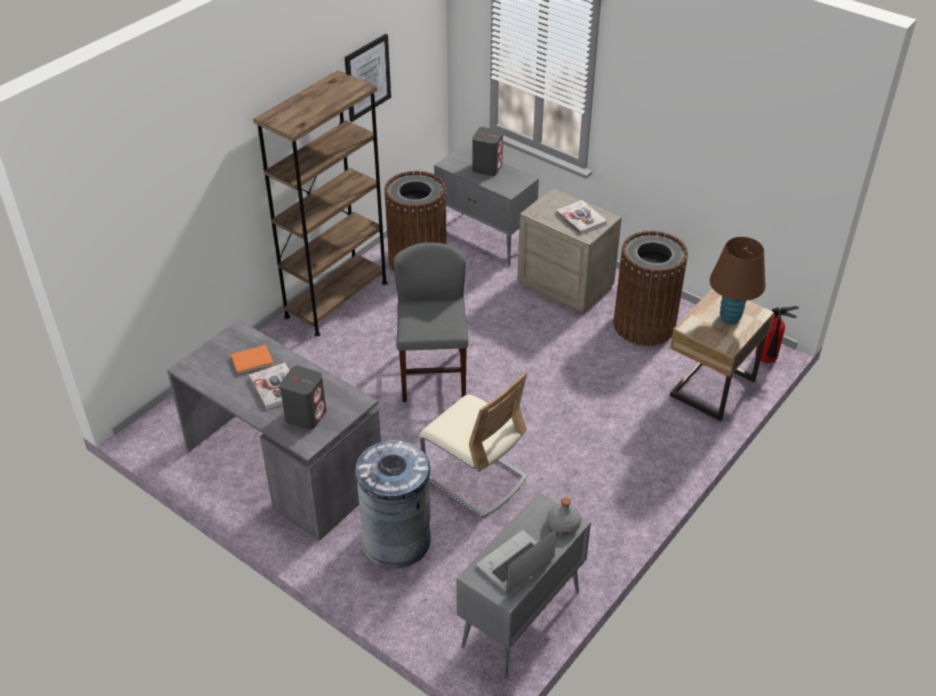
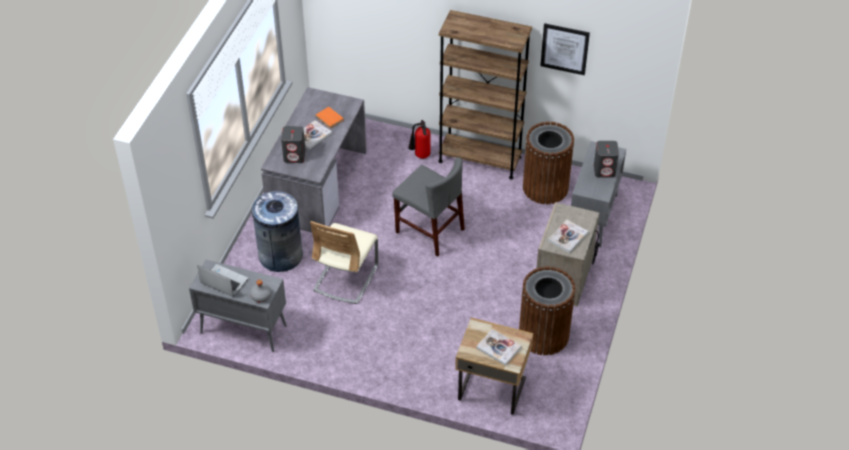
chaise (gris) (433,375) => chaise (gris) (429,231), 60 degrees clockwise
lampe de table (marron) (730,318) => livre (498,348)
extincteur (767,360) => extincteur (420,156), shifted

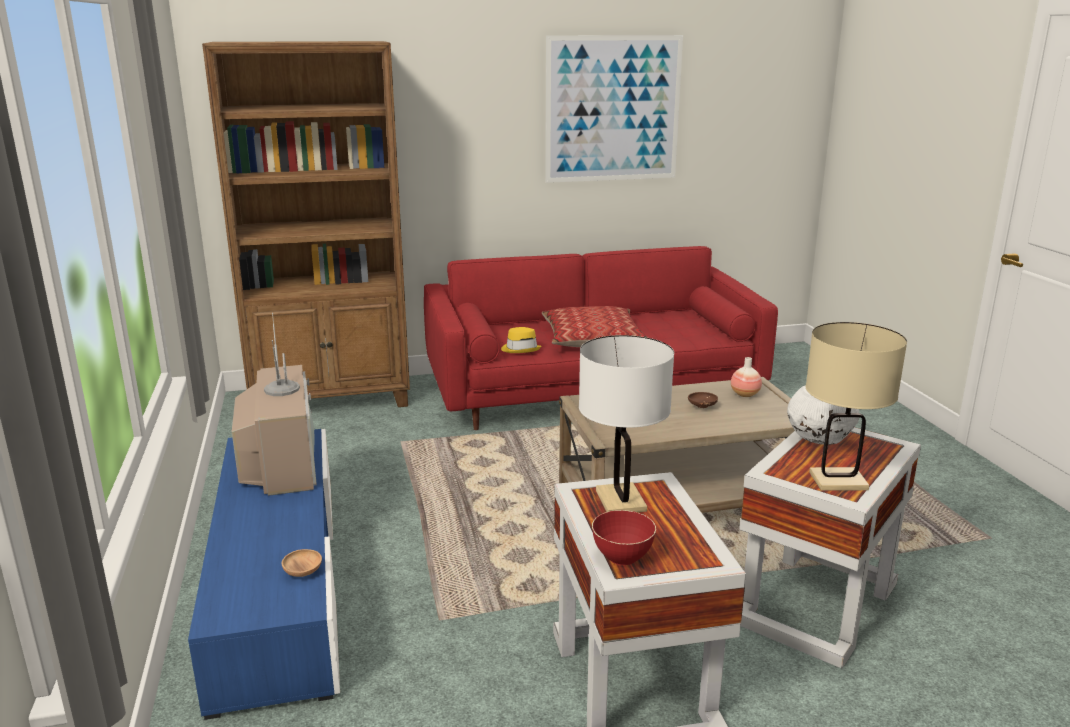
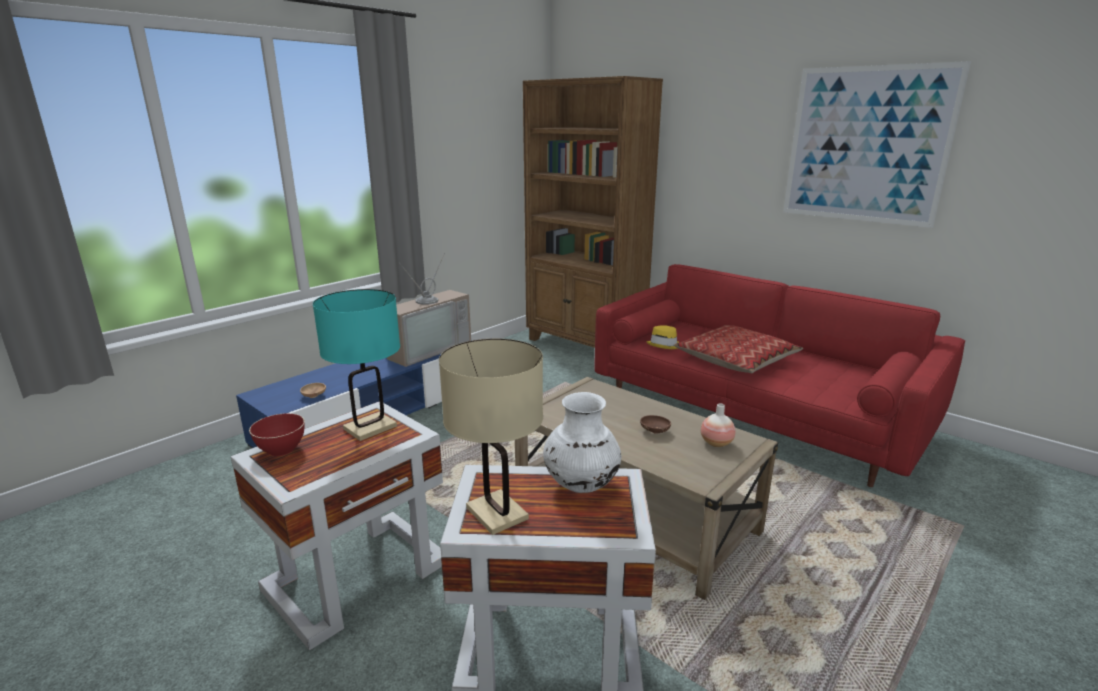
lampe de table (blanc) (620,500) => lampe de table (turquoise) (370,427)

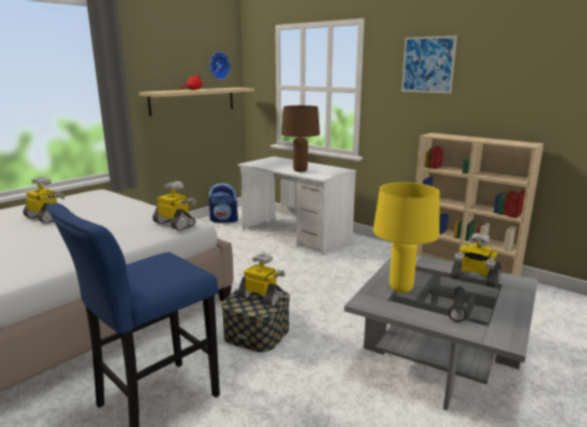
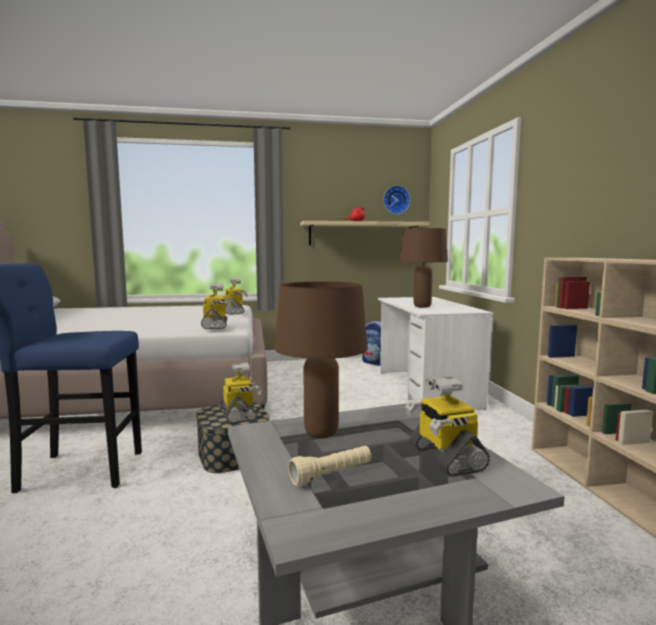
robot jouet (45,218) => robot jouet (234,312), shifted
lampe de table (jaune) (400,288) => lampe de table (marron) (320,433)
tableau (428,65) => nothing
lampe de poche (noir) (457,309) => lampe de poche (beige) (331,475)

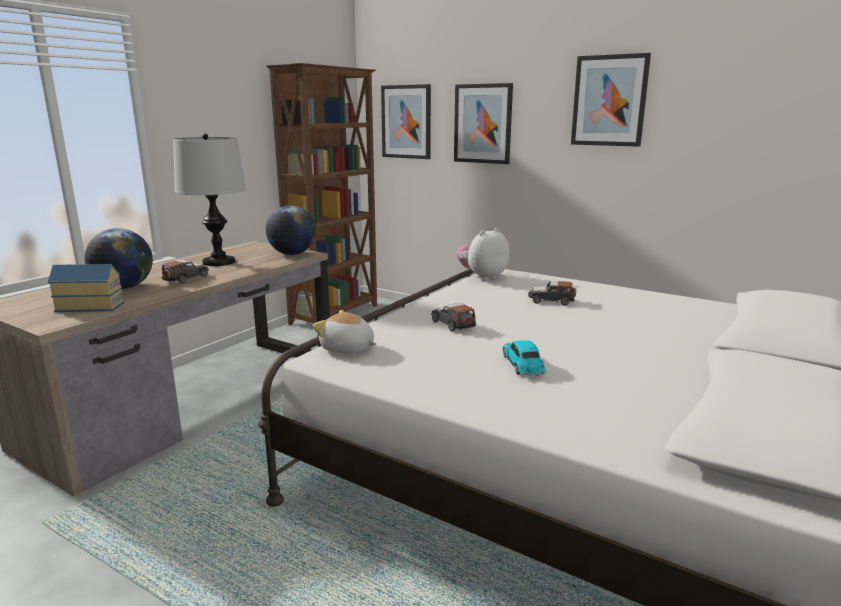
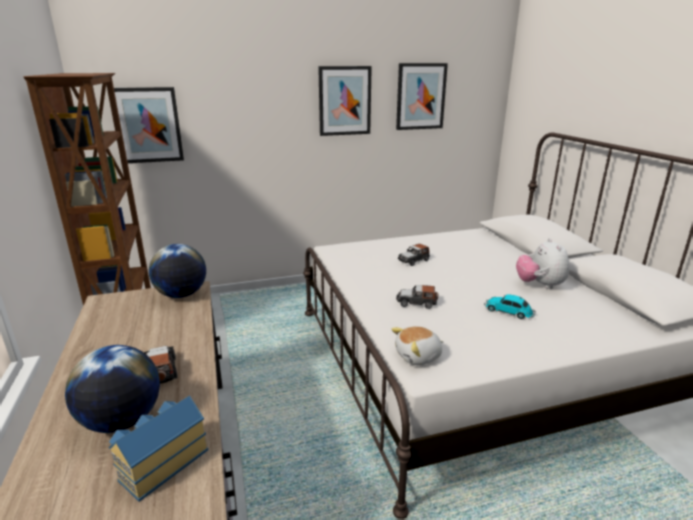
lampe de table (219,262) => nothing
tableau (483,124) => tableau (420,96), shifted
peluche (482,277) => peluche (539,285), shifted

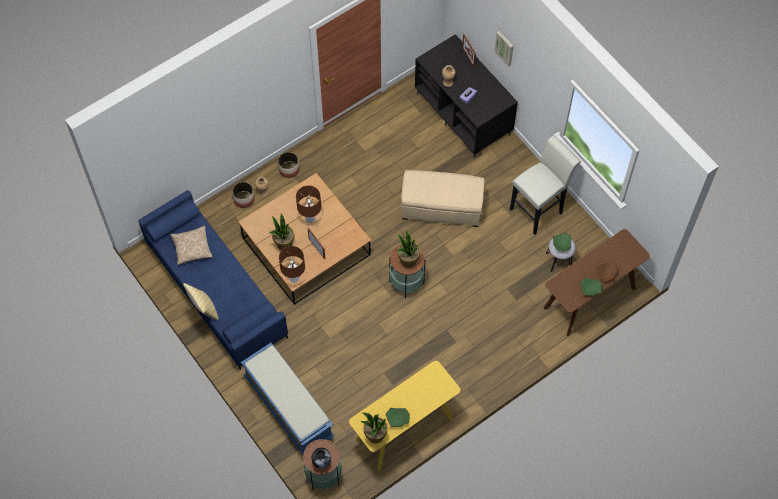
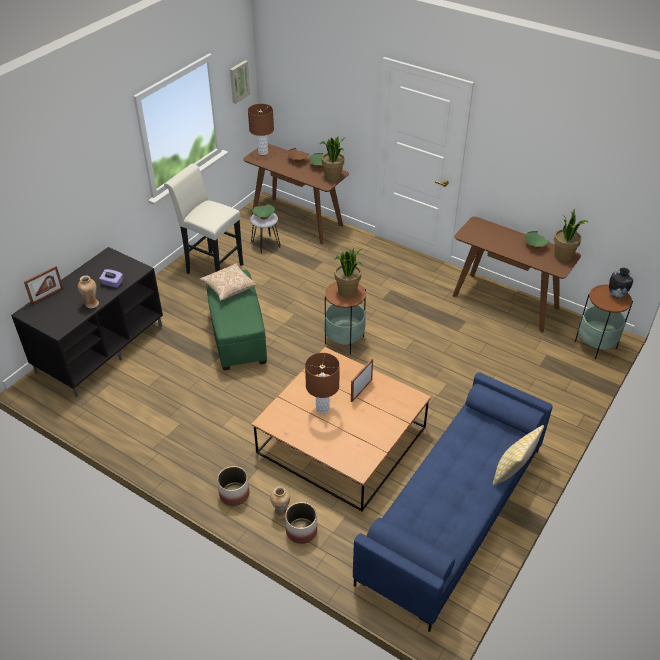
coussin (192,248) => coussin (229,288), shifted
banc (bleu) (288,407) => nothing
plante en pot (284,244) => plante en pot (333,177), shifted
lampe de table (marron) (294,278) => lampe de table (marron) (263,152), shifted
table console (jaune) (404,429) => table console (marron) (505,302)
pouf (beige) (442,208) => pouf (vert) (237,336)
tableau (505,48) => tableau (238,81), shifted

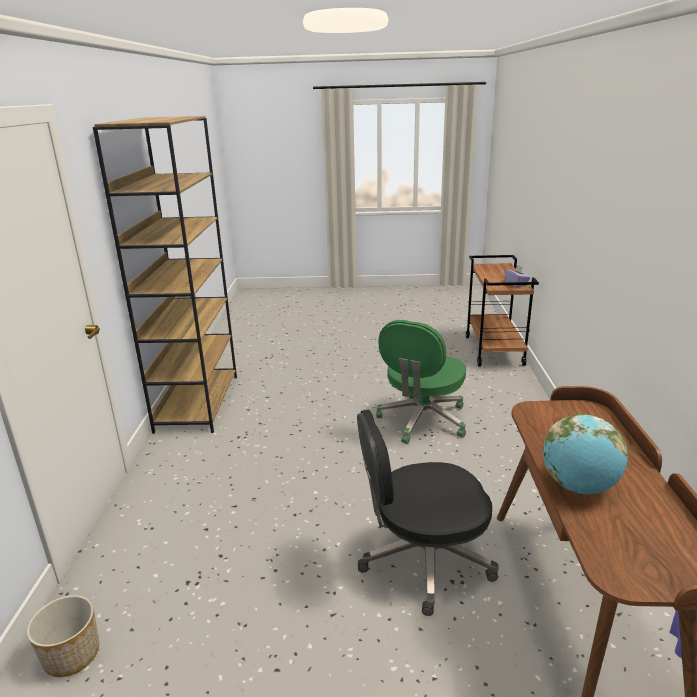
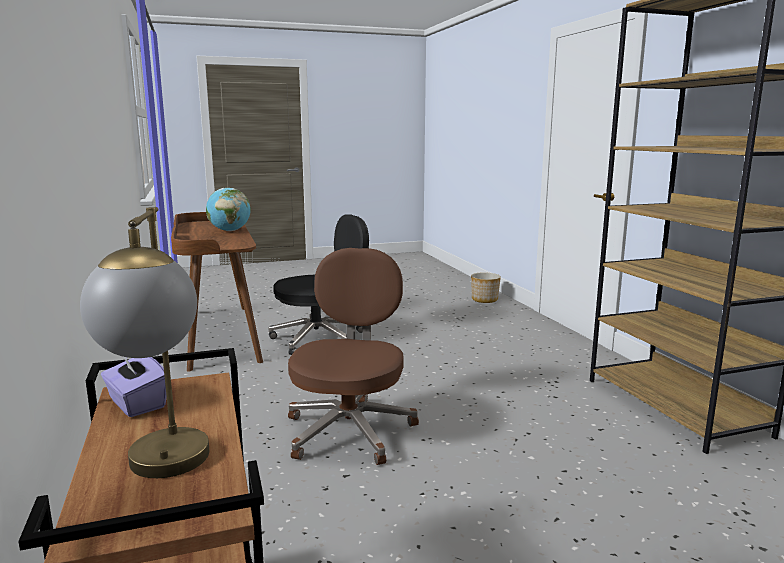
chaise de bureau (vert) (422,420) => chaise de bureau (marron) (350,429)
nothing => lampe de table (165,473)

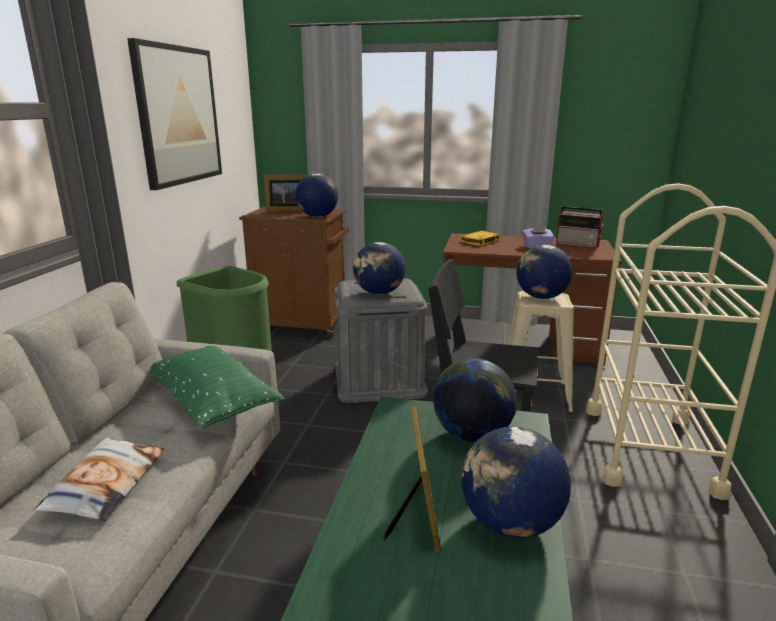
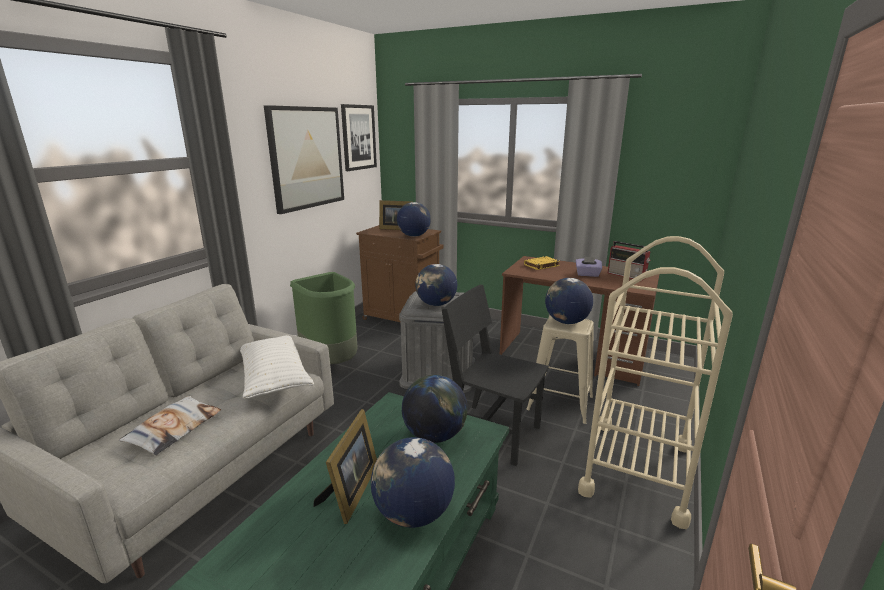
coussin (vert) (212,401) => coussin (blanc) (275,378)
nothing => tableau (358,137)

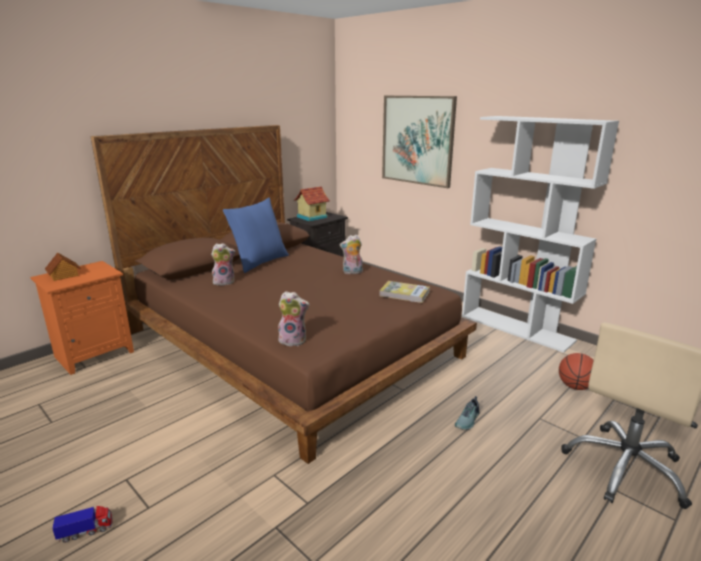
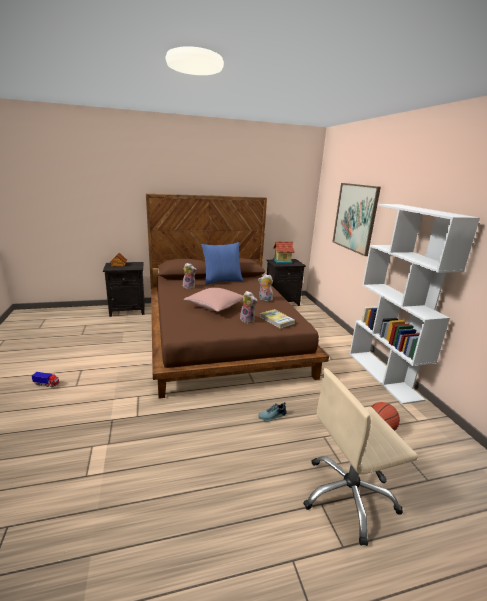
table de chevet (orange) (95,353) => table de chevet (noir) (128,310)
peluche (293,340) => peluche (248,320), shifted
nothing => coussin (rose) (215,306)

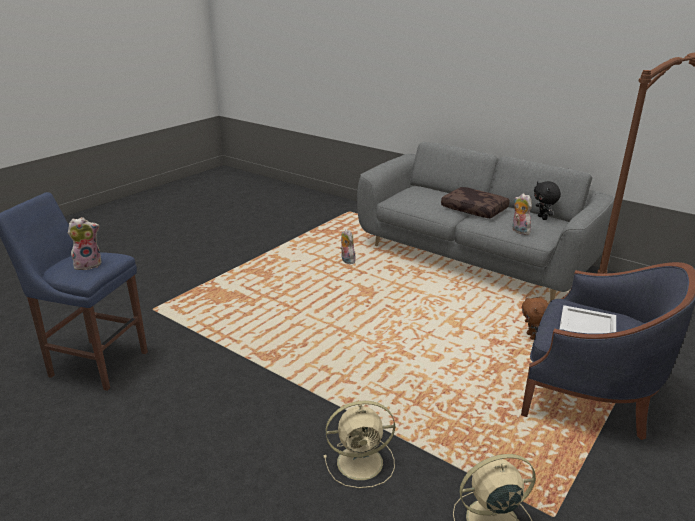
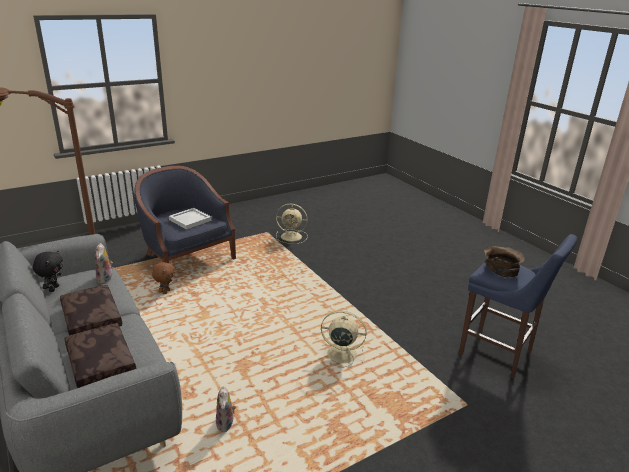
peluche (89,264) => bol (marron) (501,268)
ventilateur (beige) (362,462) => ventilateur (beige) (340,354), shifted
nothing => coussin (marron) (99,363)

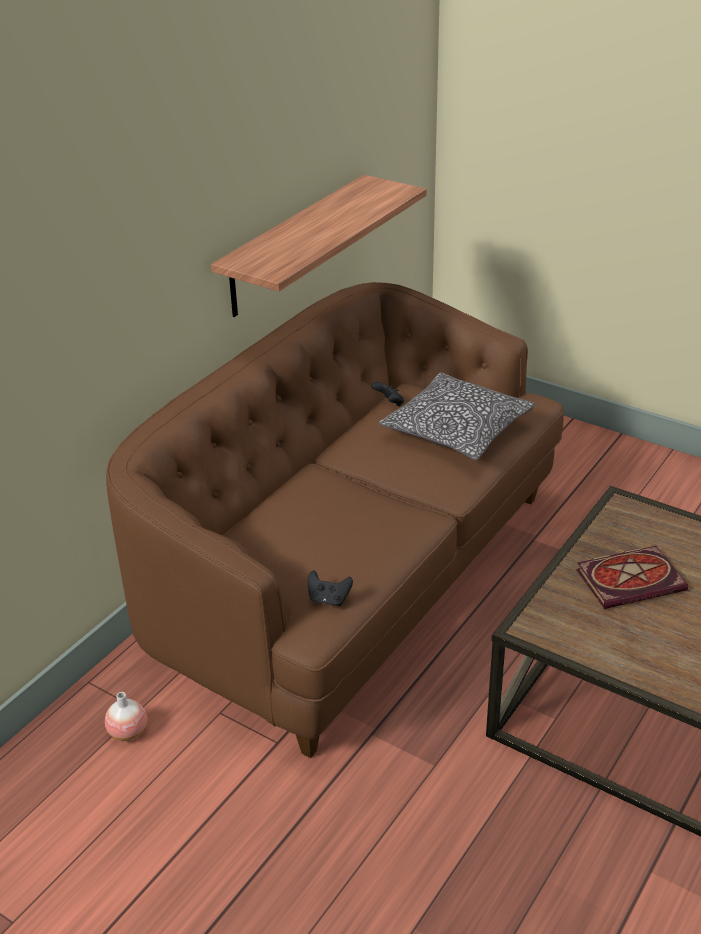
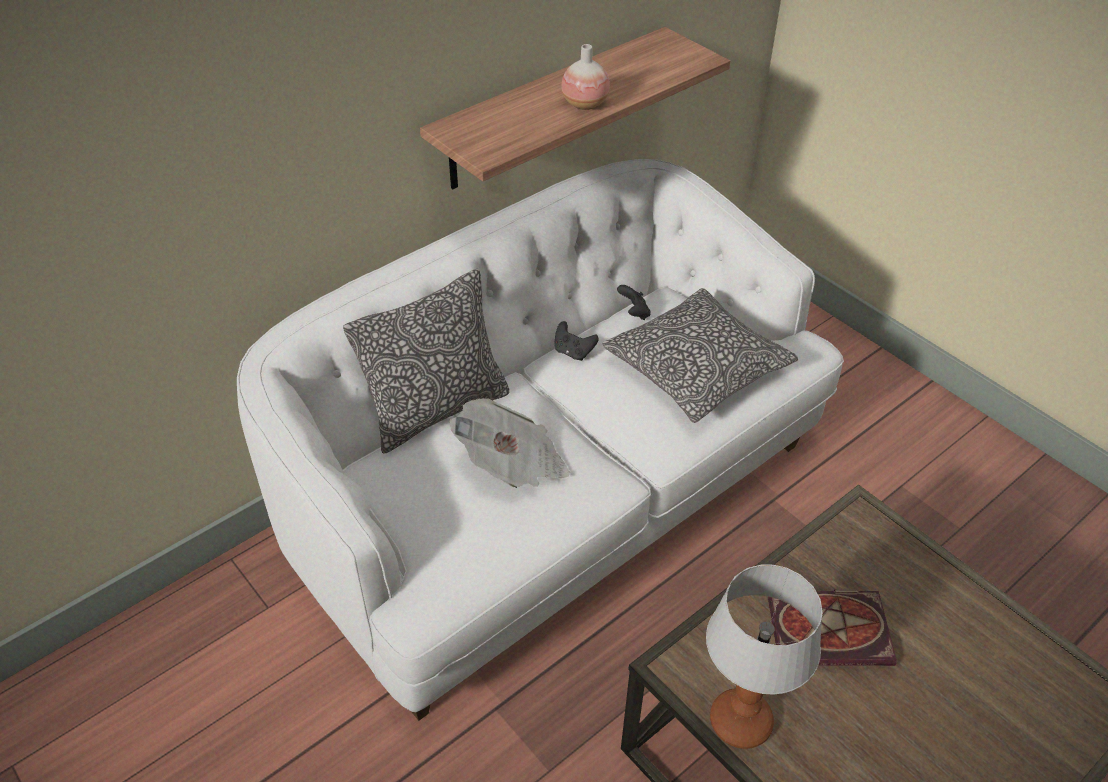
vase (128,732) => vase (585,104), shifted
canapé (marron) (353,576) => canapé (blanc) (553,498)
manette (noir) (328,599) => manette (noir) (573,352), shifted
nothing => coussin (437,410)
nothing => journal (512,465)
nothing => lampe de table (740,722)

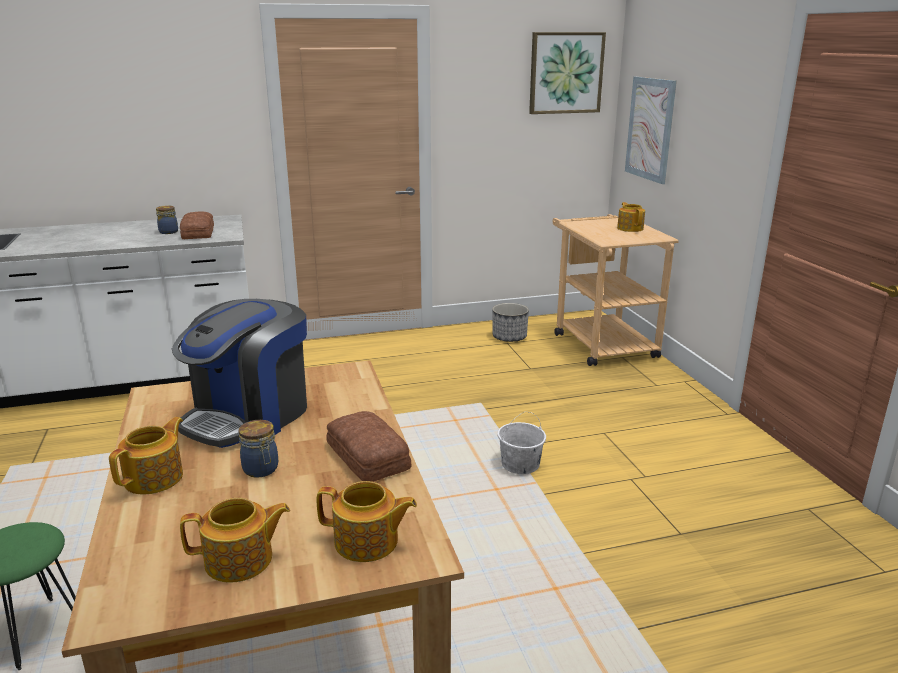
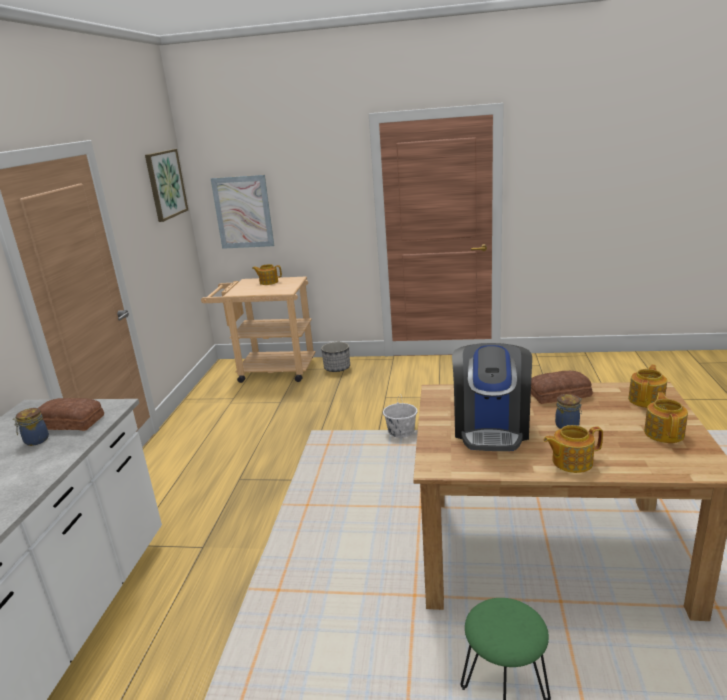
théière (155,478) => théière (571,461), 60 degrees counterclockwise
machine à café (249,416) => machine à café (491,428), 45 degrees clockwise
cache-pot (509,337) => cache-pot (337,368), shifted

